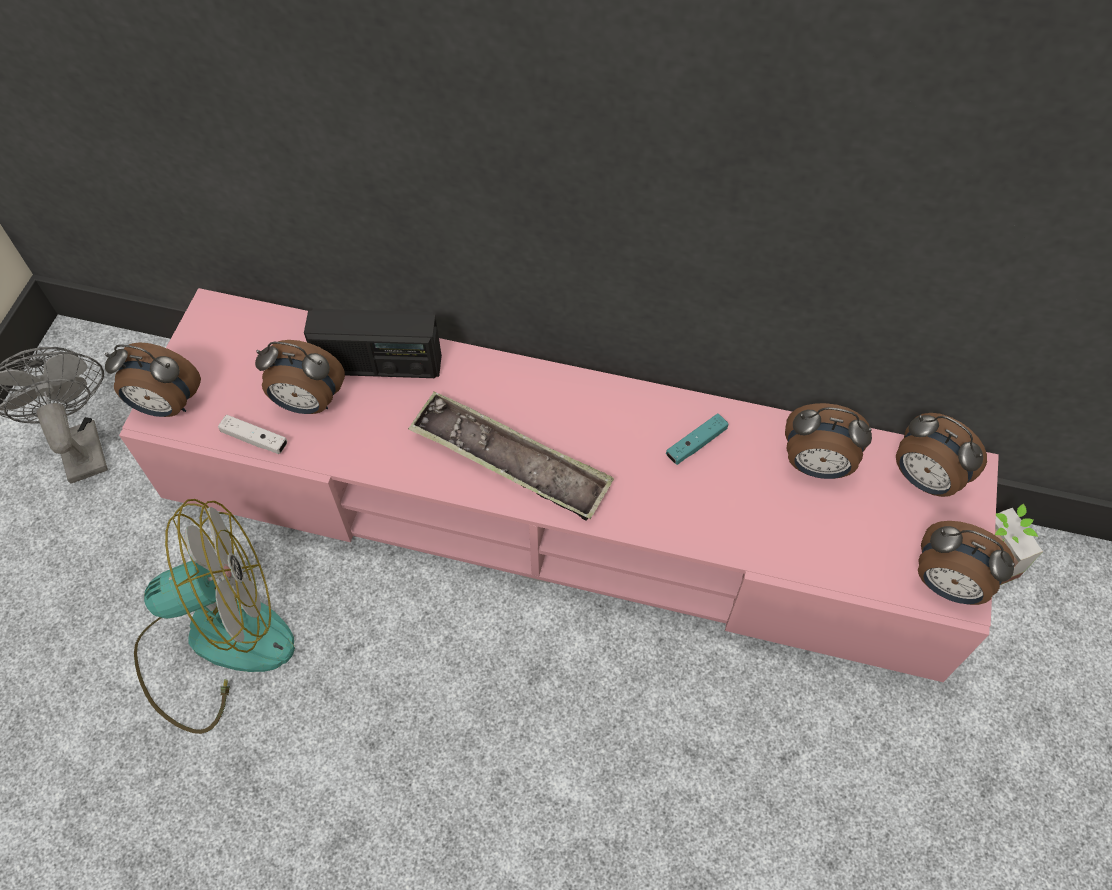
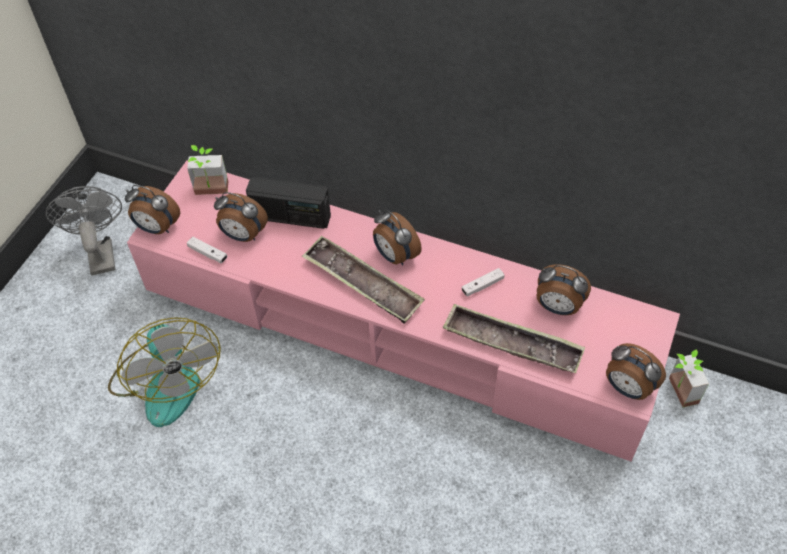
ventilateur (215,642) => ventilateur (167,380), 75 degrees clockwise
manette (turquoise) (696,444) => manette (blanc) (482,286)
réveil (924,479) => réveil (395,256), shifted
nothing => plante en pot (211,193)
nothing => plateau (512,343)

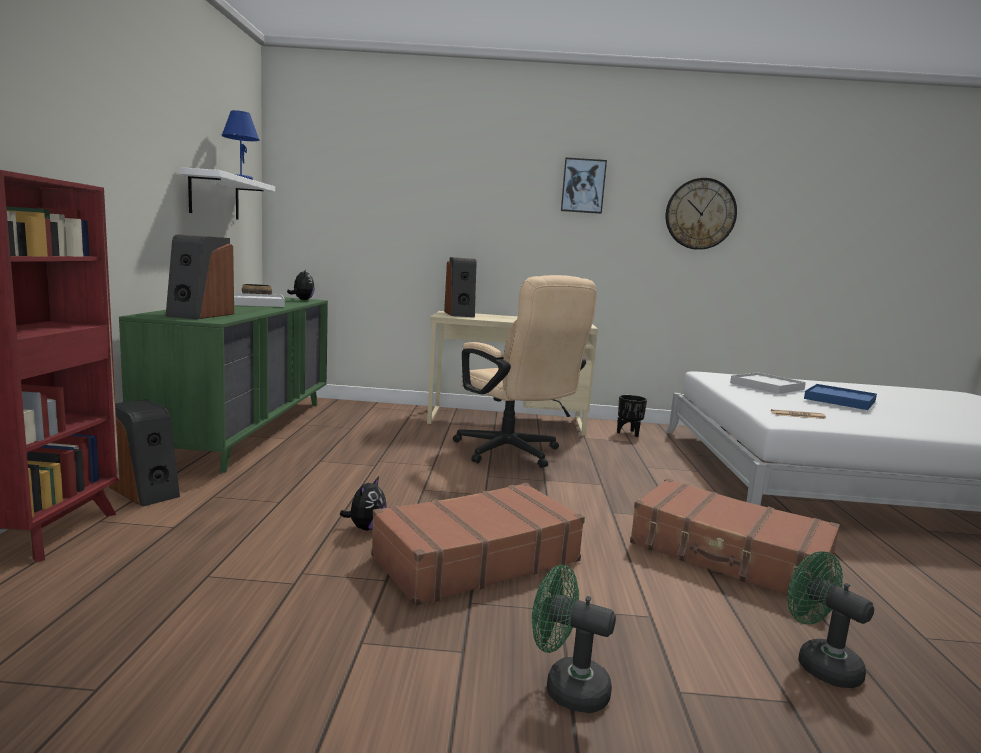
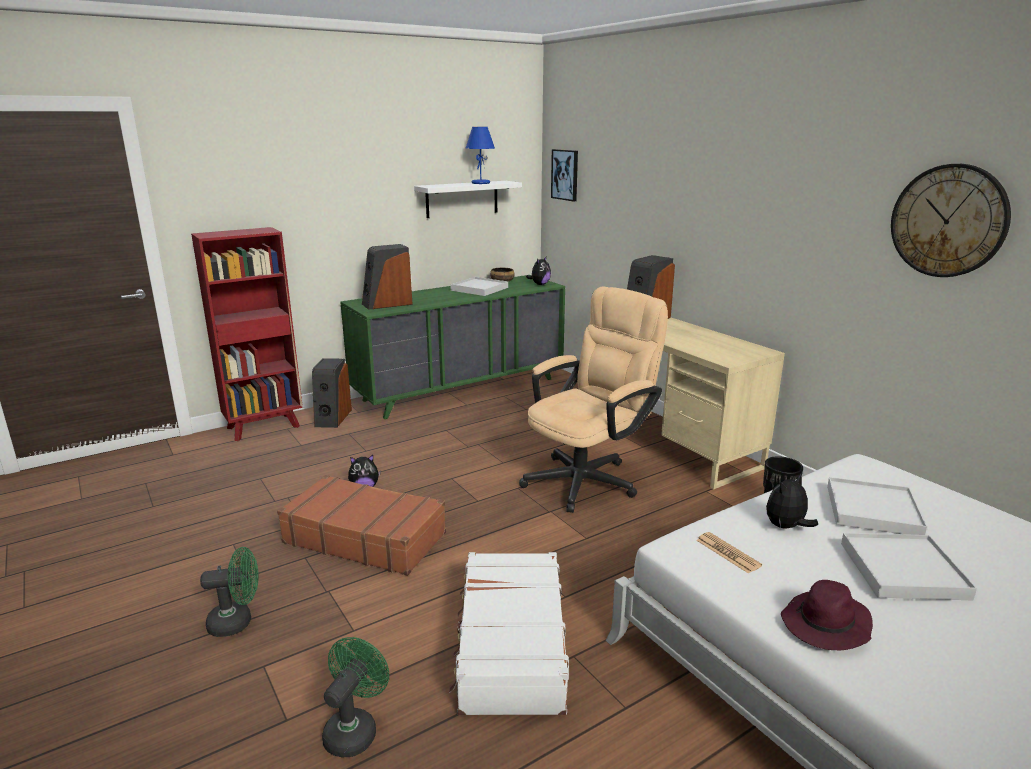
chaise de bureau (beige) (514,454) => chaise de bureau (beige) (589,478), 150 degrees counterclockwise
ventilateur (vert) (566,687) => ventilateur (vert) (237,622), 90 degrees clockwise
tableau (583,186) => tableau (565,175), shifted
valise (marron) (728,556) => valise (blanc) (510,645)
plateau (bleu) (839,400) => plateau (blanc) (902,570)
nothing => peluche (786,527)
nothing => chapeau (violet) (826,625)

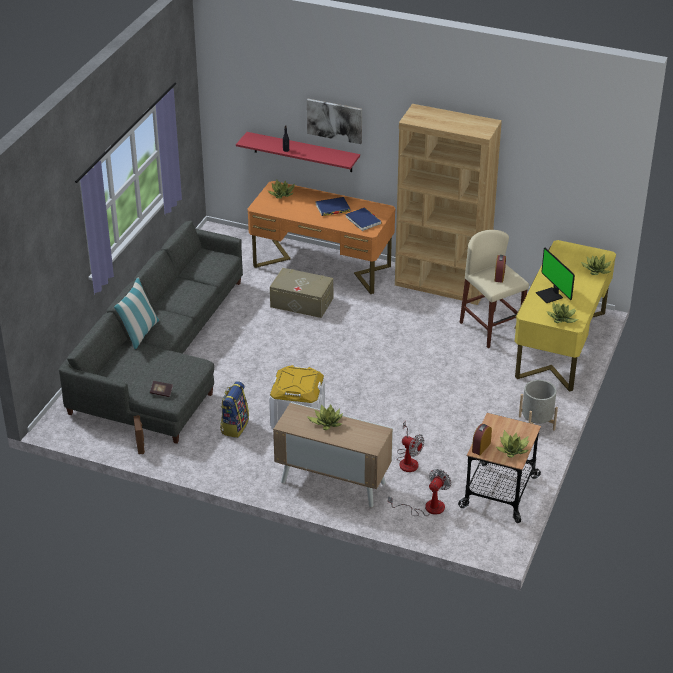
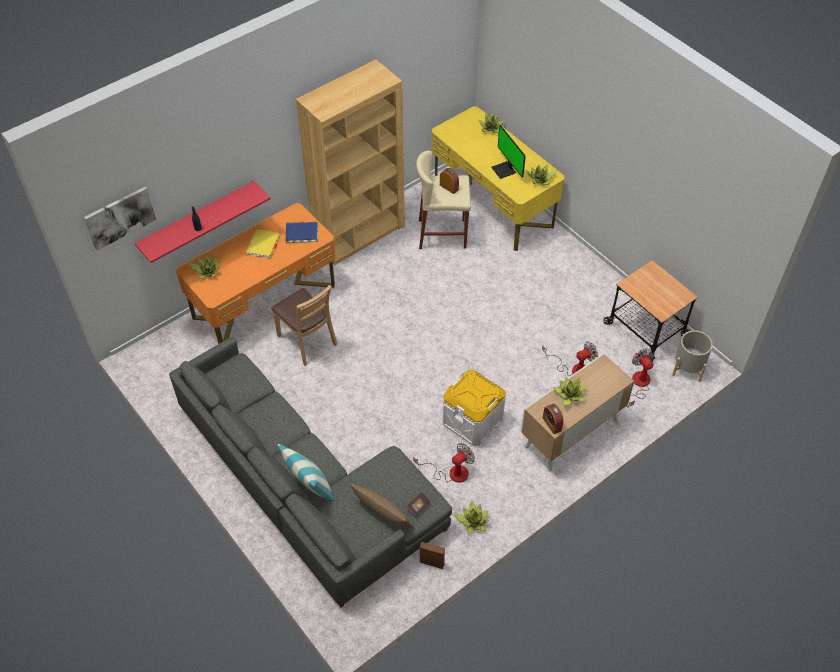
sac à dos (234,426) => ventilateur (451,472)
boîte de rangement (beige) (301,302) => chaise (marron) (307,341)
tableau (335,120) => tableau (120,217), shifted
livre (bleu) (332,208) => livre (jaune) (263,245)
réveil (481,447) => réveil (552,424), shifted
plante en pot (512,450) => plante en pot (473,521), shifted
cache-pot (gris) (536,423) => cache-pot (gris) (688,368), shifted
écran d'ordinateur (550,295) => écran d'ordinateur (504,170), 60 degrees clockwise
nothing => coussin (marron) (382,514)

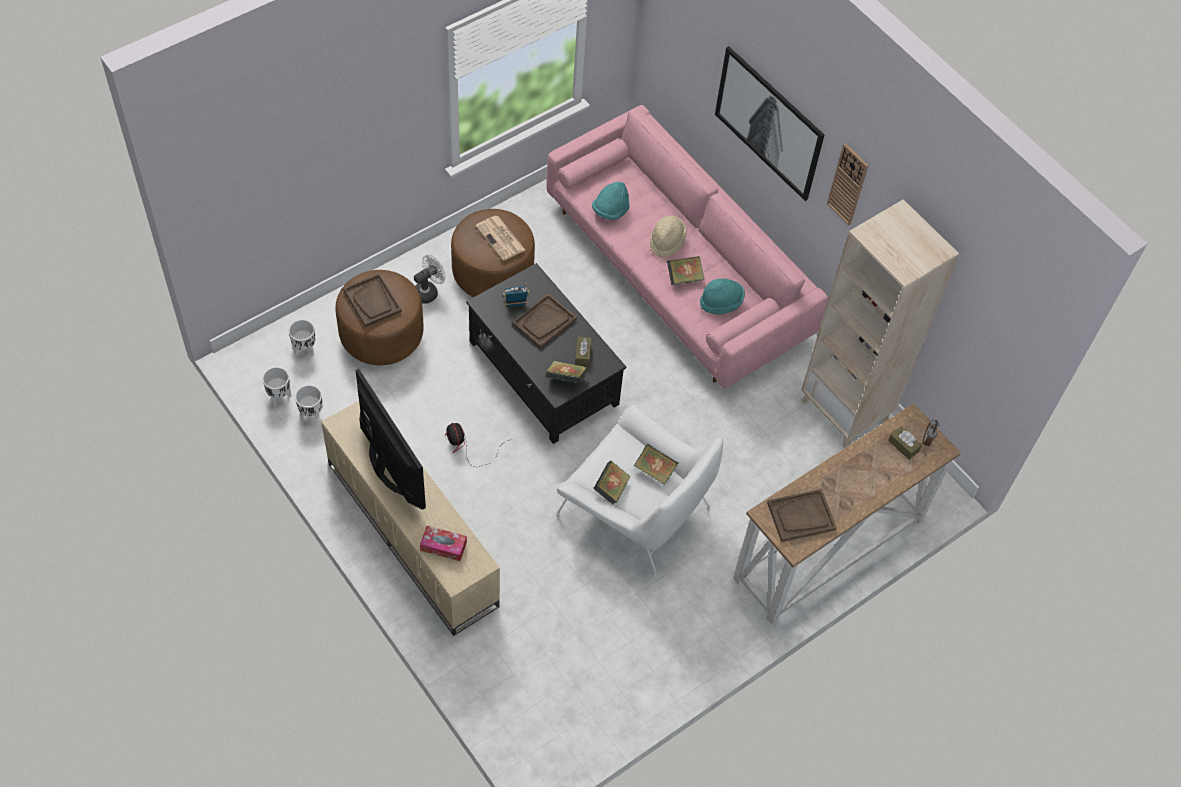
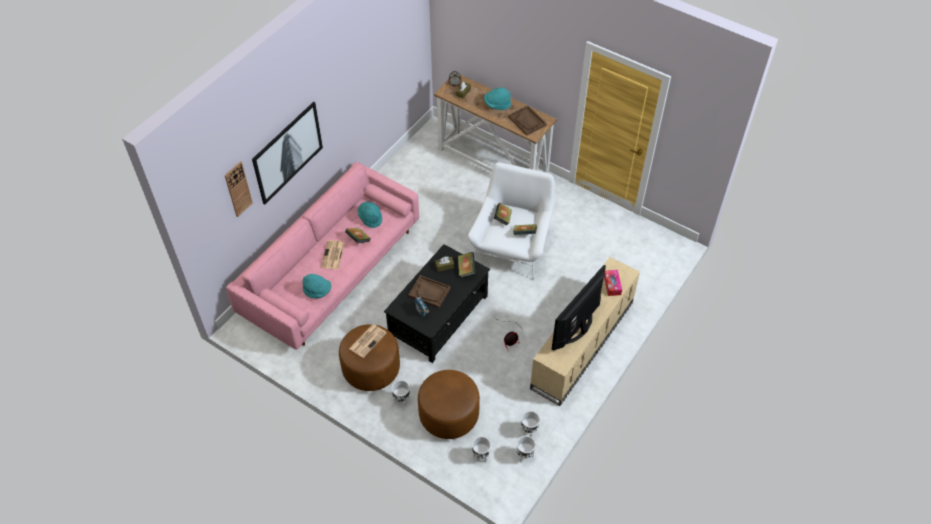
plateau (marron) (372,301) => nothing
ventilateur (blanc) (428,291) => cache-pot (blanc) (401,400)
chapeau (beige) (667,241) => journal (333,255)
bibliothèque (beige) (845,411) => nothing
horloge murale (848,184) => horloge murale (238,189), shifted
nothing => chapeau (turquoise) (497,104)

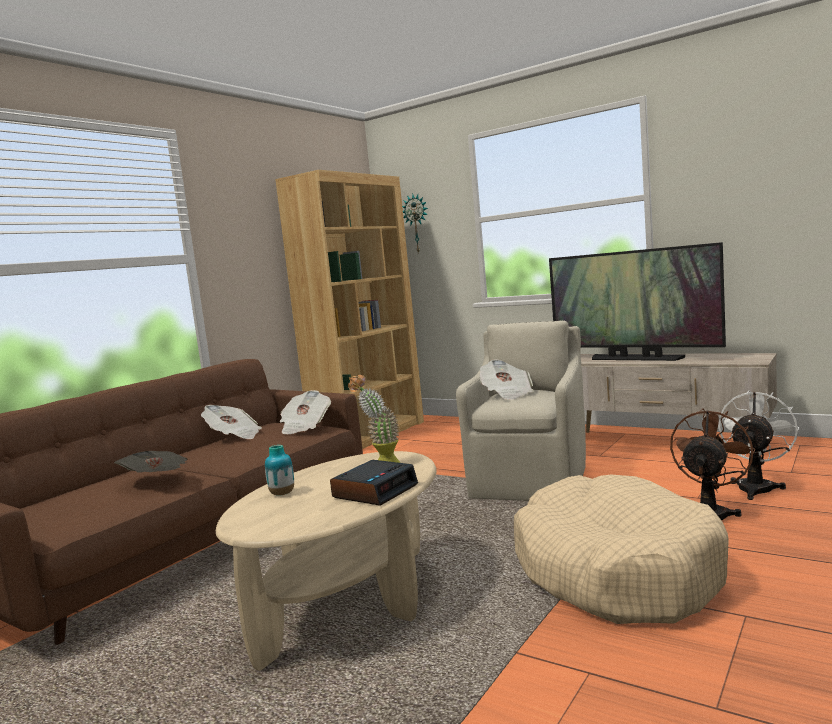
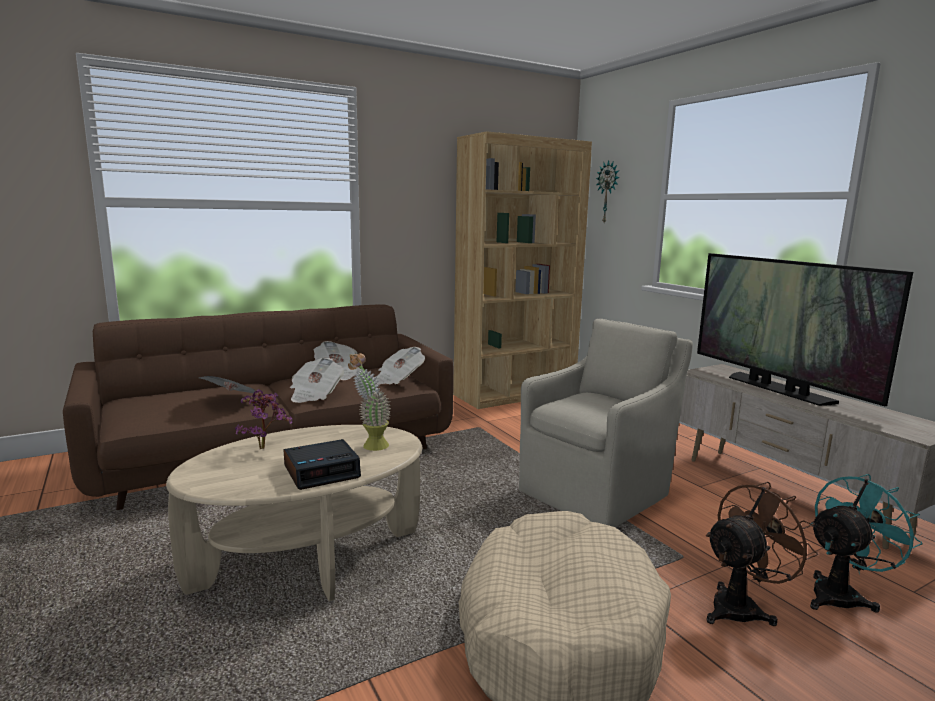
vase (282,494) => plante en pot (264,447)
journal (507,394) => journal (315,395), shifted
ventilateur (blanc) (757,487) => ventilateur (turquoise) (842,594)

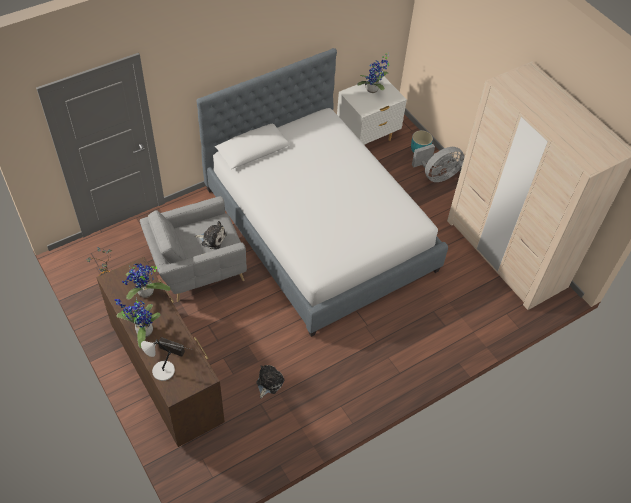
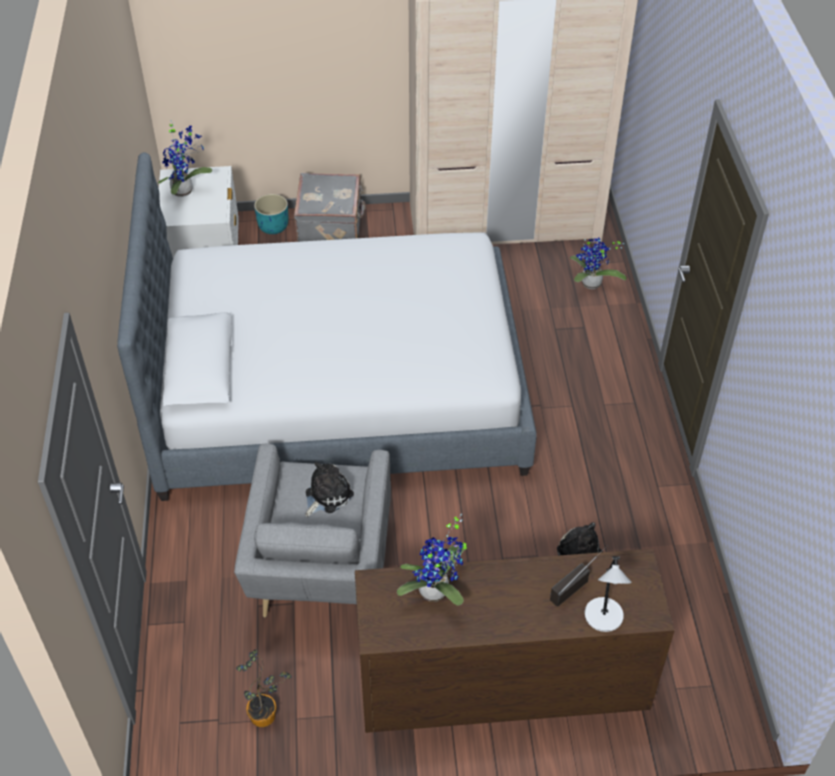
plante en pot (142,331) => plante en pot (590,285), shifted
ventilateur (gris) (436,175) => valise (gris) (331,229)

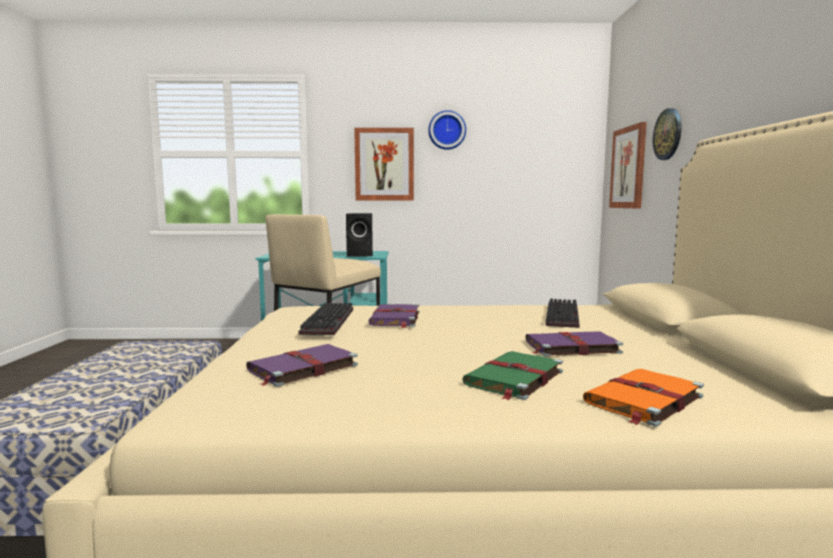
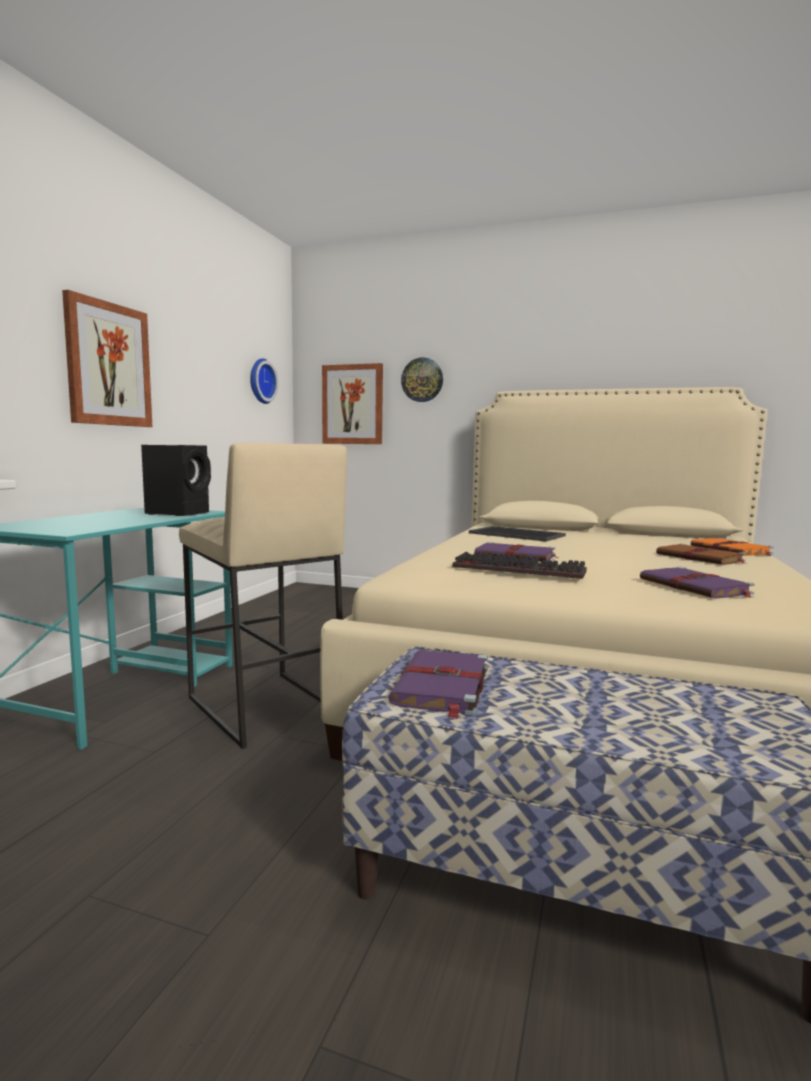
horloge murale (447,130) => horloge murale (260,381), shifted
livre (vert) (514,378) => livre (marron) (701,558)
livre (violet) (570,347) => livre (violet) (441,686), shifted
clavier (564,316) => plateau (518,534)

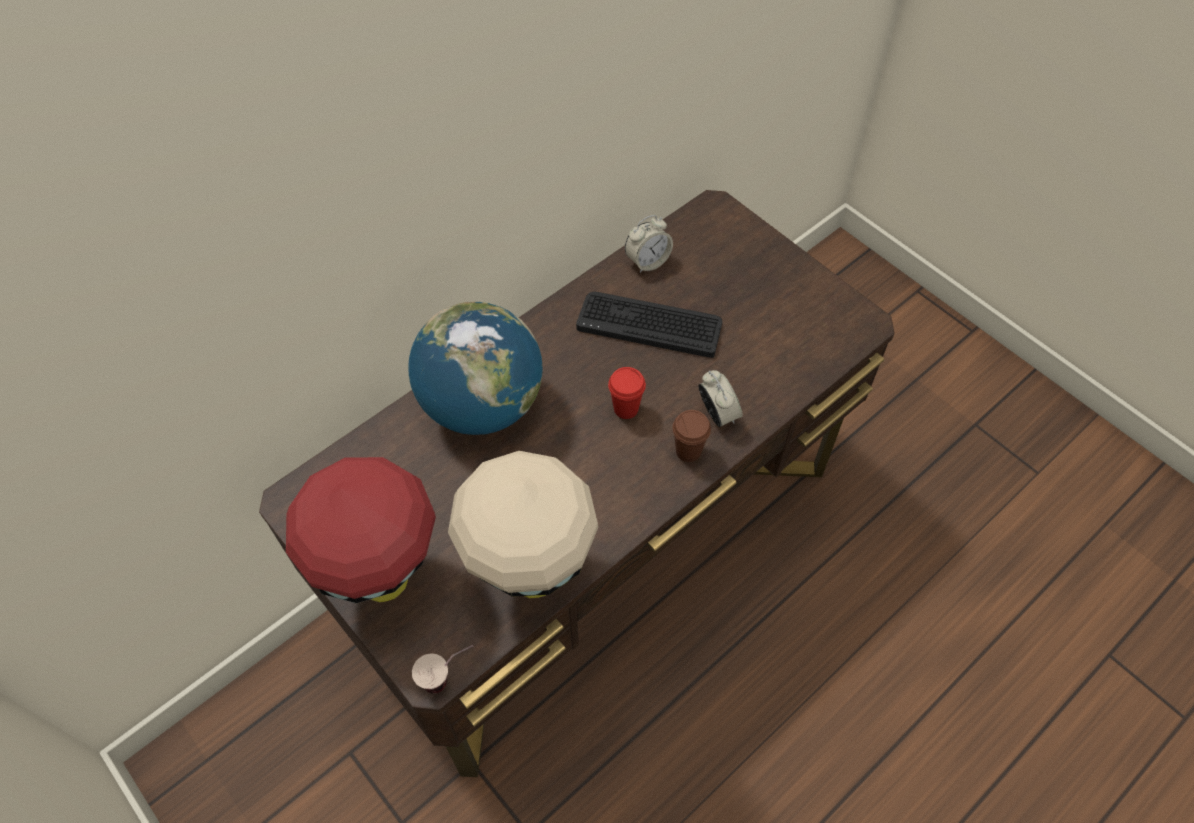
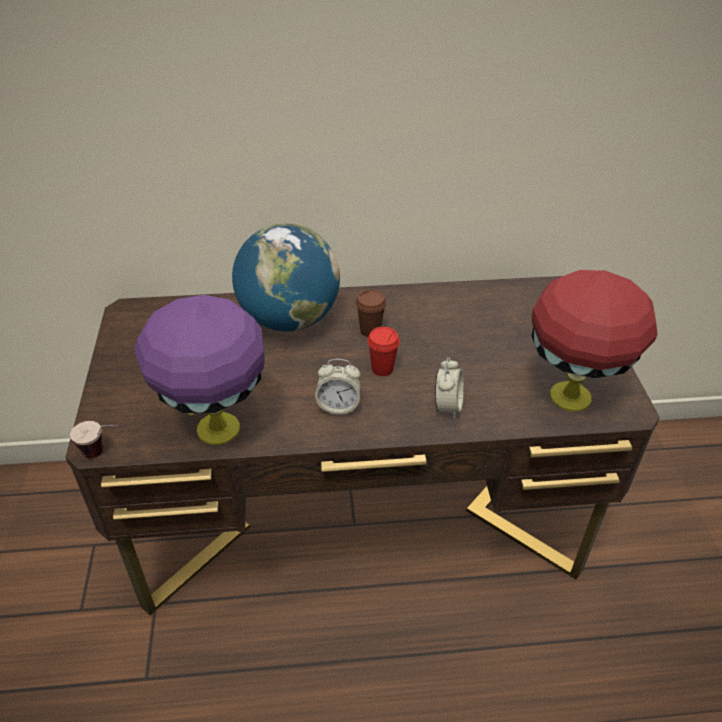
lampe de table (rouge) (385,580) => lampe de table (rouge) (571,398), shifted
lampe de table (beige) (531,576) => lampe de table (violet) (215,428)
clavier (649,324) => nothing
réveil (647,261) => réveil (338,406), shifted
tasse (marron) (688,451) => tasse (marron) (370,330), shifted

